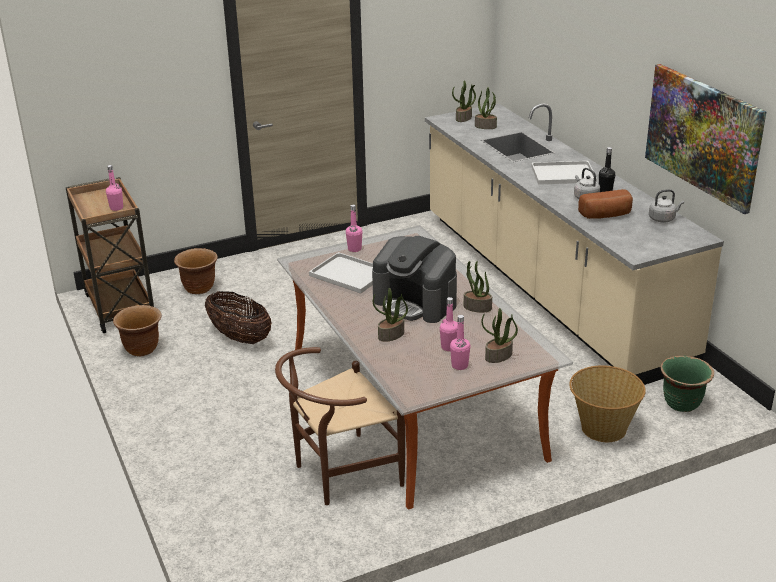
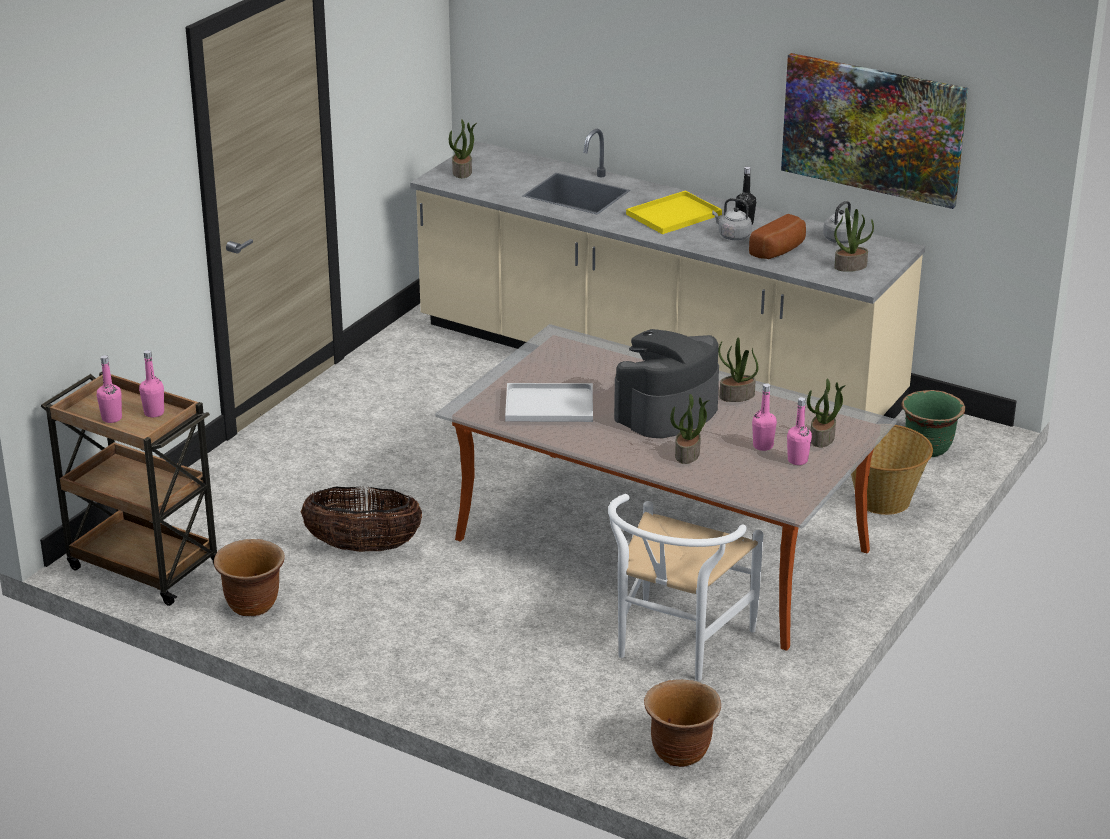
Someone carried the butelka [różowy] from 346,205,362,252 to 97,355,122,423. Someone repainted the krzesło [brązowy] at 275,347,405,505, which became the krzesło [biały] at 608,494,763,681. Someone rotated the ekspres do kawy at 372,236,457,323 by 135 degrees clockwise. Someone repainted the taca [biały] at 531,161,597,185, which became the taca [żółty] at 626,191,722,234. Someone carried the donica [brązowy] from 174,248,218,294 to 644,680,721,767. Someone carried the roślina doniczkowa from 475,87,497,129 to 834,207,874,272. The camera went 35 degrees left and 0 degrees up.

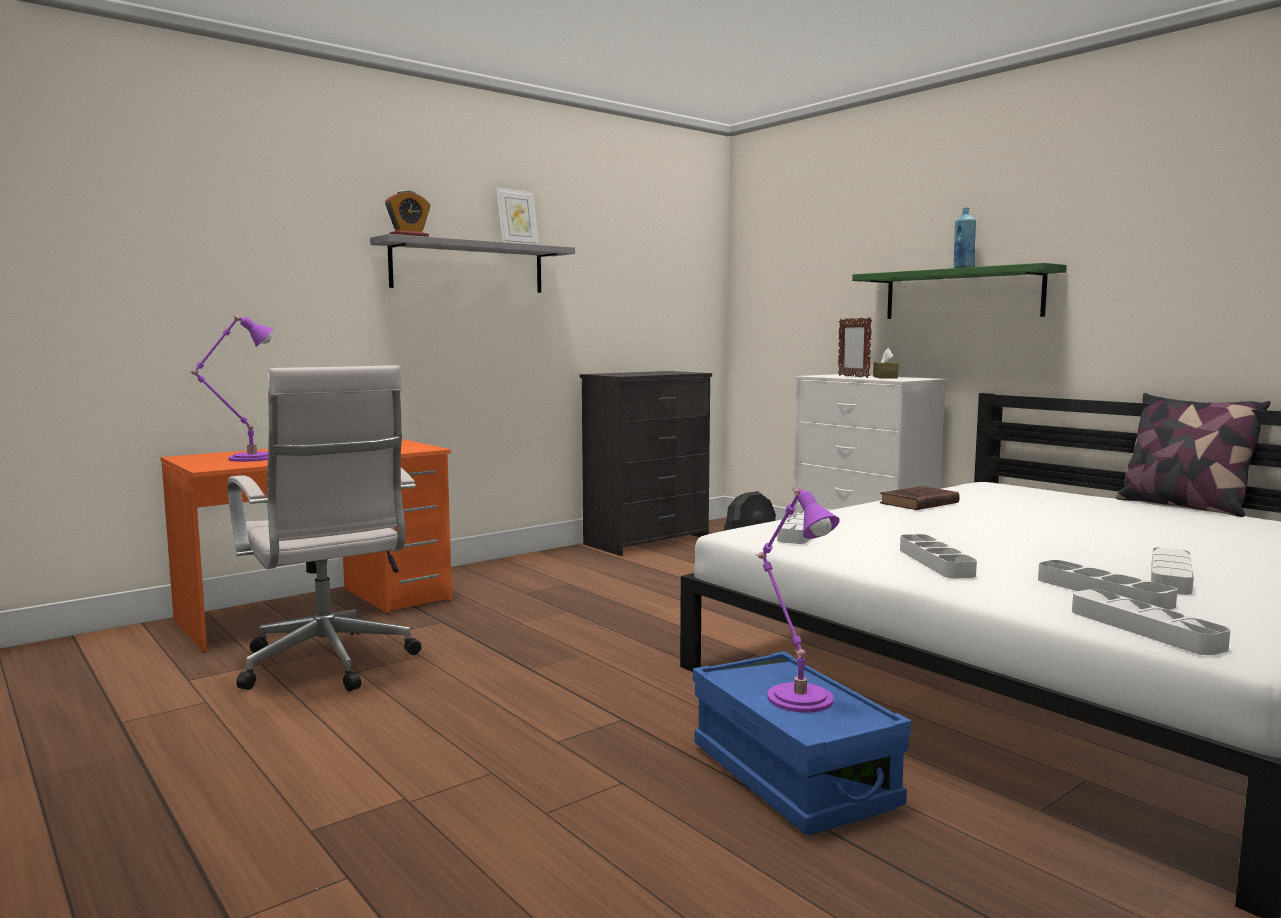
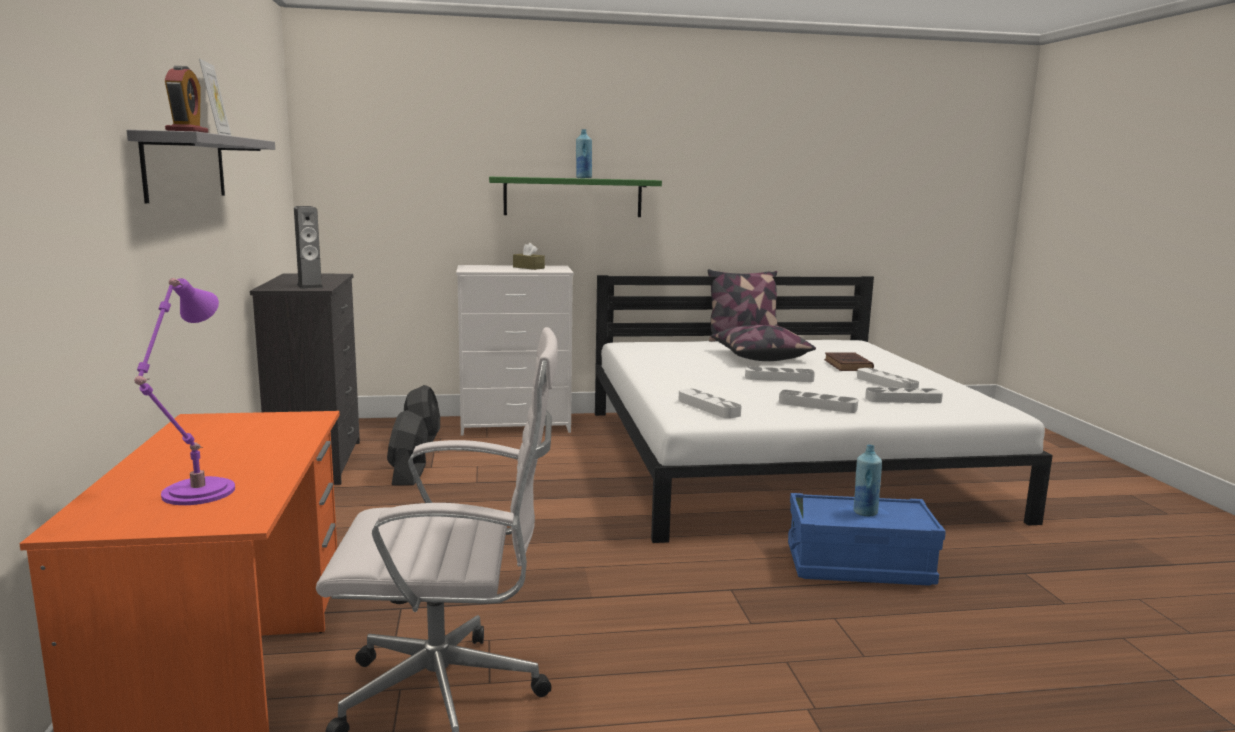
Someone put down the głośnik at 294,206,323,289. Someone put down the wentylator [czarny] at 387,410,428,485. Someone put down the poduszka at 711,325,816,361. Someone carried the taca [szary] from 1072,589,1230,655 to 745,367,815,382. Someone carried the książka [brązowy] from 880,486,960,510 to 824,352,874,371. Someone swapped the lampa stołowa [fioletowy] at 755,488,840,713 for the butelka [niebieski] at 854,444,882,516. Someone took away the ramka na zdjęcie at 838,317,872,378. The camera went 60 degrees left and 5 degrees up.

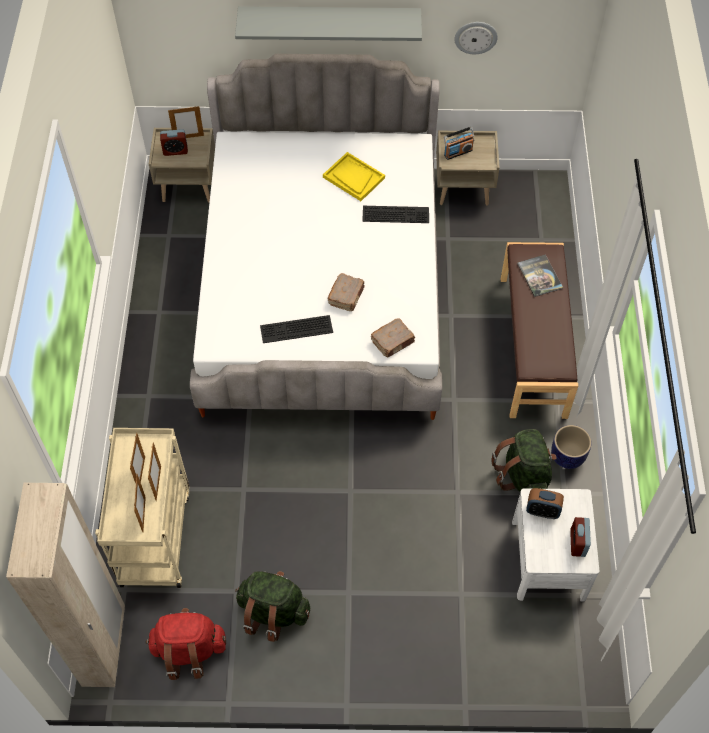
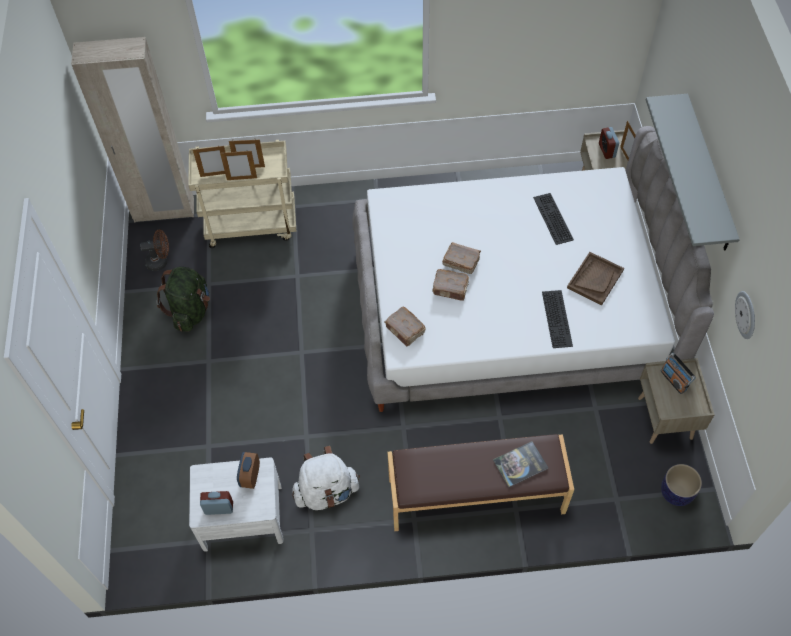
Someone swapped the plecak [czerwony] at 146,608,226,680 for the wentylator [brązowy] at 140,229,169,271. Someone repainted the plecak [zielony] at 491,429,557,492, which became the plecak [biały] at 292,446,360,510. Someone put down the książka [brązowy] at 442,242,481,274. Someone carried the klawiatura from 260,315,333,343 to 533,193,574,245. Someone repainted the taca [żółty] at 323,152,385,201, which became the taca [brązowy] at 567,252,624,305. Someone carried the donica from 551,425,592,469 to 661,464,702,506. The camera went 85 degrees right and 0 degrees up.

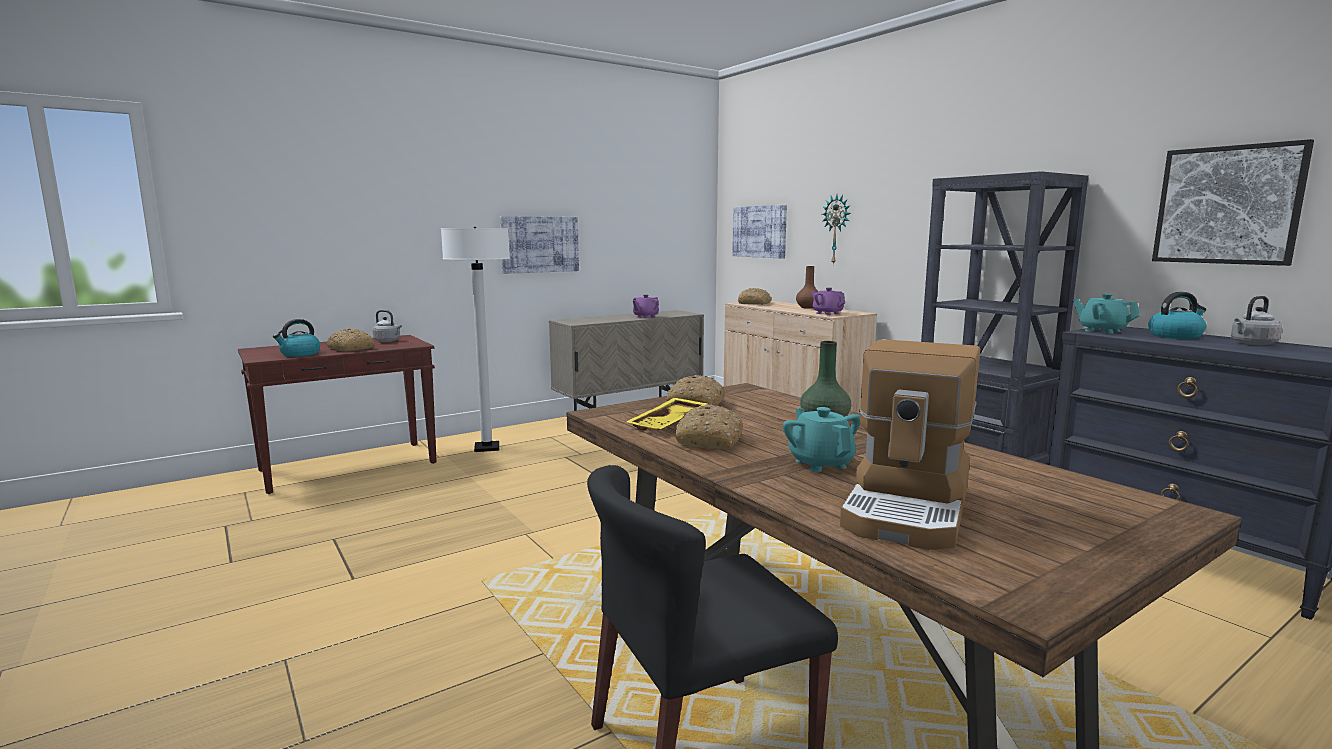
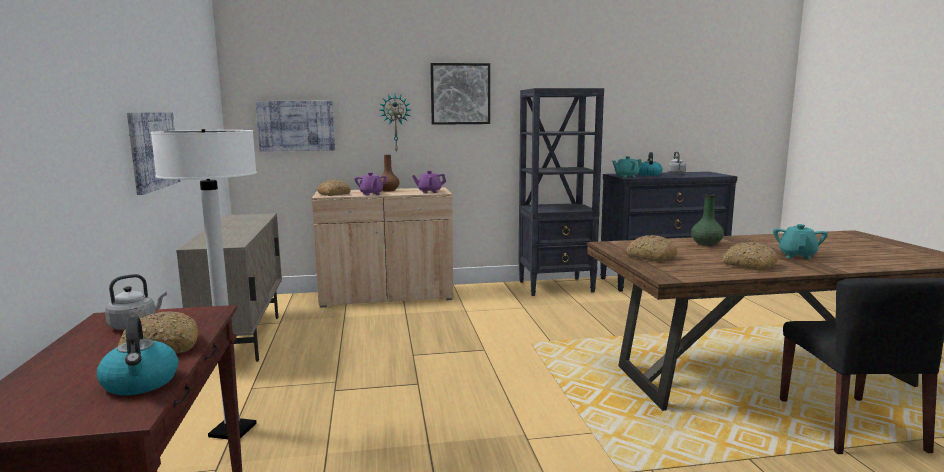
Someone carried the imbryk [fioletowy] from 633,294,659,318 to 354,172,387,196. Someone carried the obraz from 1152,139,1314,266 to 430,63,490,125. Someone rotated the imbryk [turkusowy] at 783,407,860,472 by 105 degrees clockwise. Someone took away the taca [żółty] at 627,398,707,430. Someone took away the ekspres do kawy at 840,339,980,550. The camera went 65 degrees left and 0 degrees up.

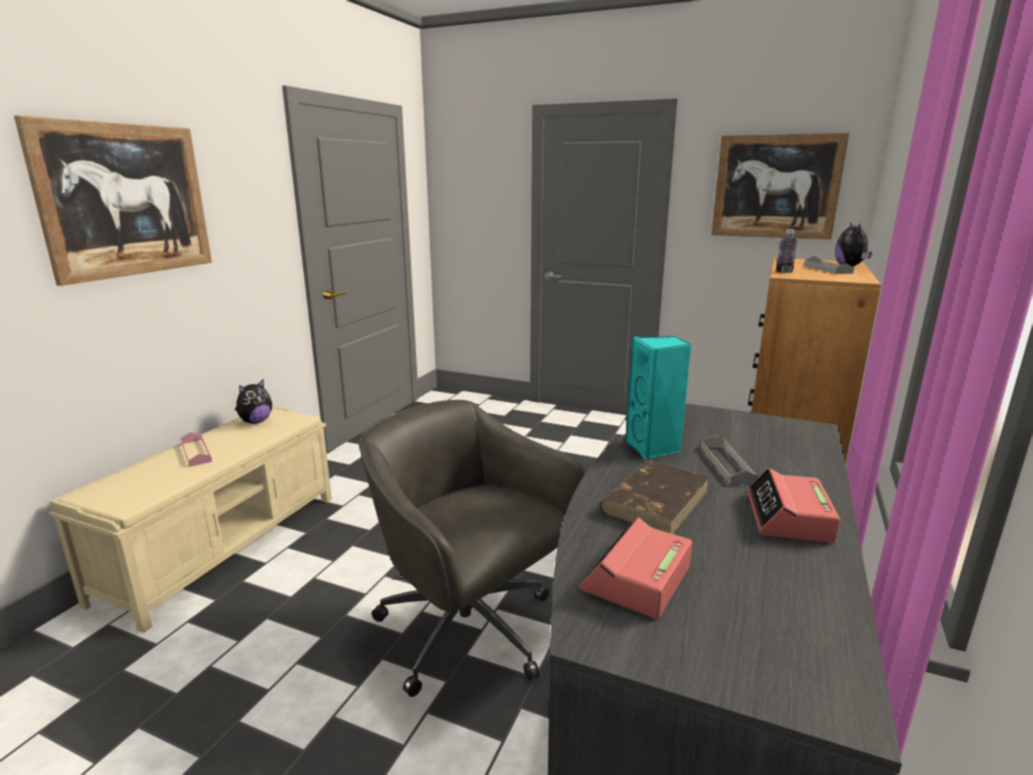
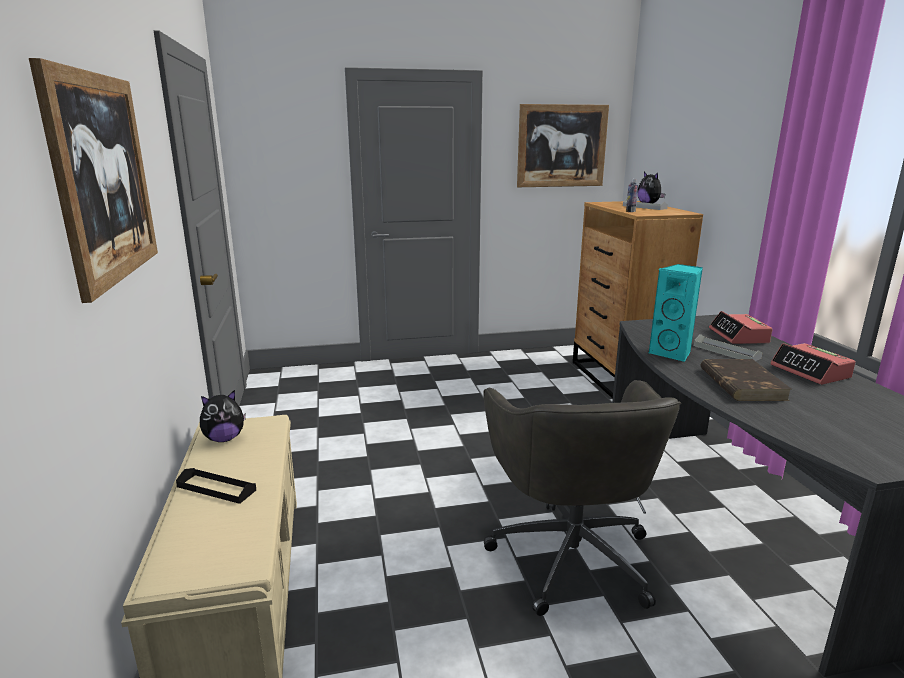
Someone repainted the taca [różowy] at 180,432,212,467, which became the taca [czarny] at 176,468,256,504. Someone rotated the pluszak at 235,379,272,424 by 60 degrees clockwise. Someone rotated the krzesło biurowe [szary] at 359,400,584,697 by 105 degrees counterclockwise. Someone carried the budzik from 580,517,692,619 to 709,311,773,344. The camera went 35 degrees left and 0 degrees up.

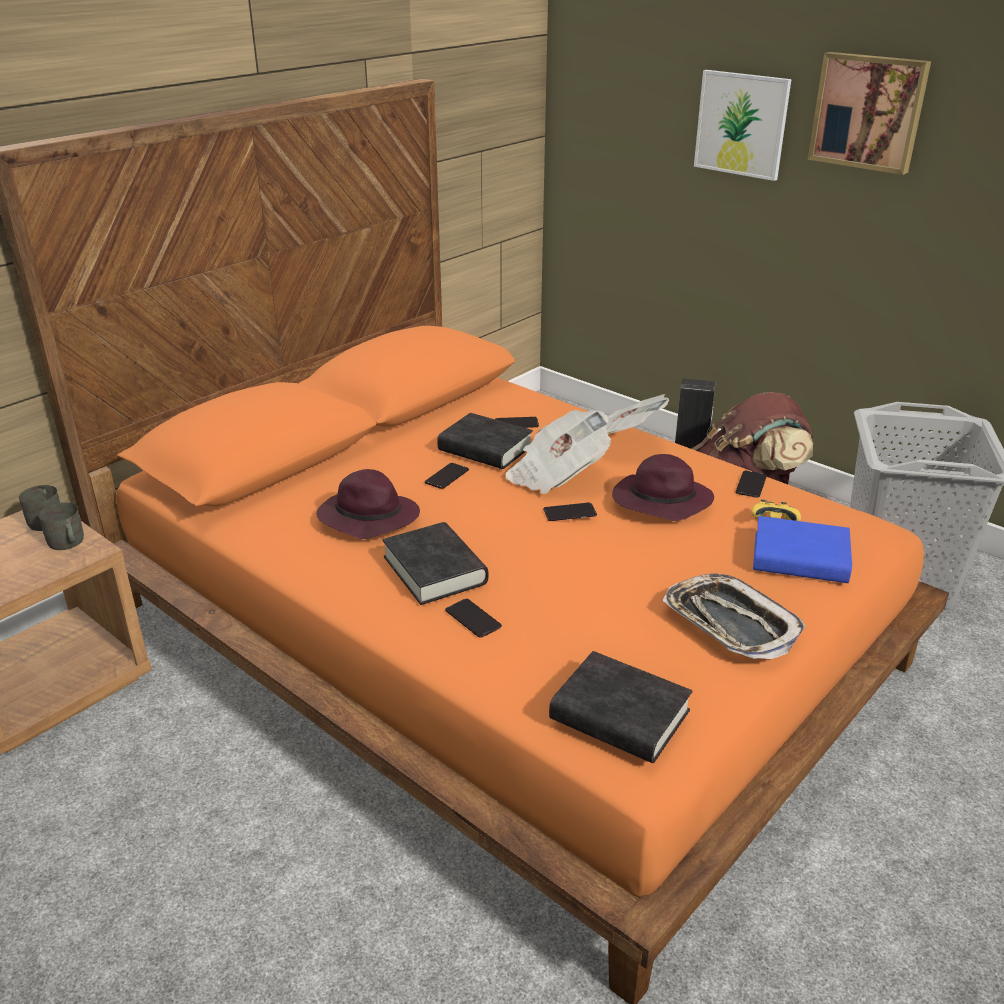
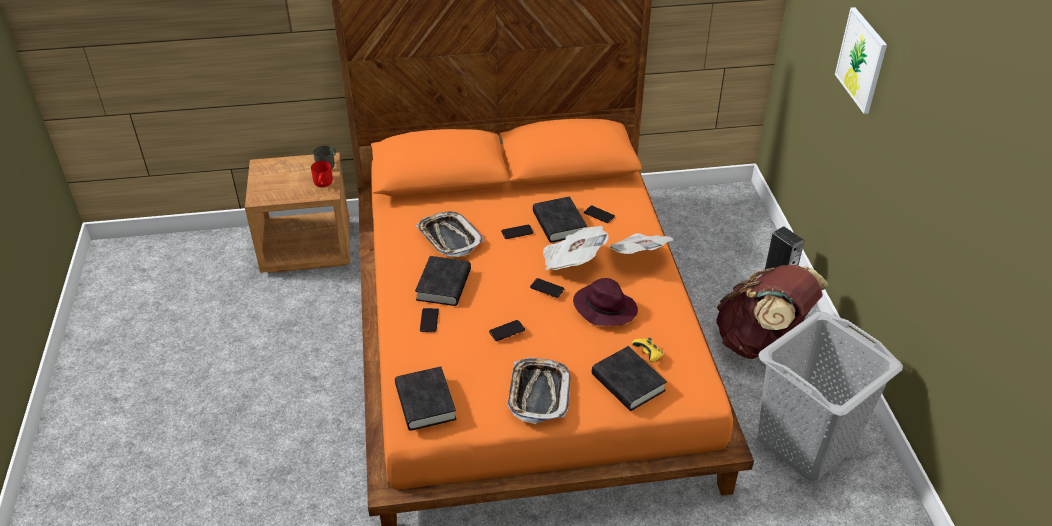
Someone repainted the kubek [szary] at 38,503,84,550, which became the kubek [czerwony] at 311,161,333,187. Someone swapped the kapelusz [fioletowy] at 316,469,420,539 for the taca at 416,211,484,257. Someone carried the telefon from 735,471,767,497 to 489,320,525,341. Someone repainted the książka [niebieski] at 753,516,852,583, which became the książka [czarny] at 592,346,667,411. Someone took away the obraz at 808,52,931,175. The camera went 40 degrees right and 10 degrees up.

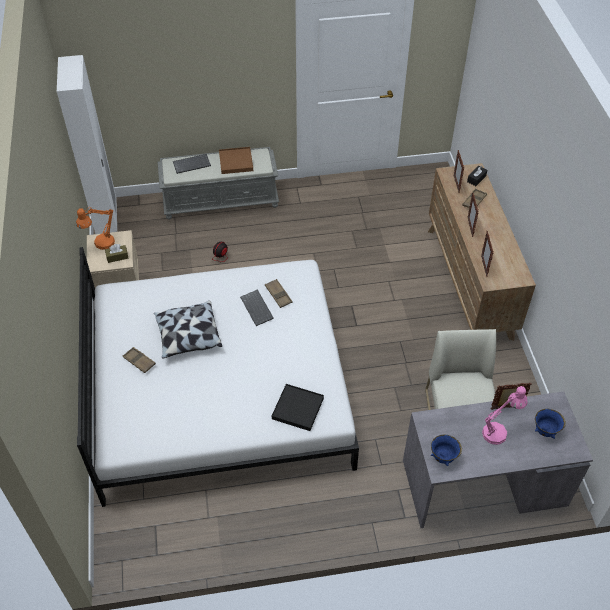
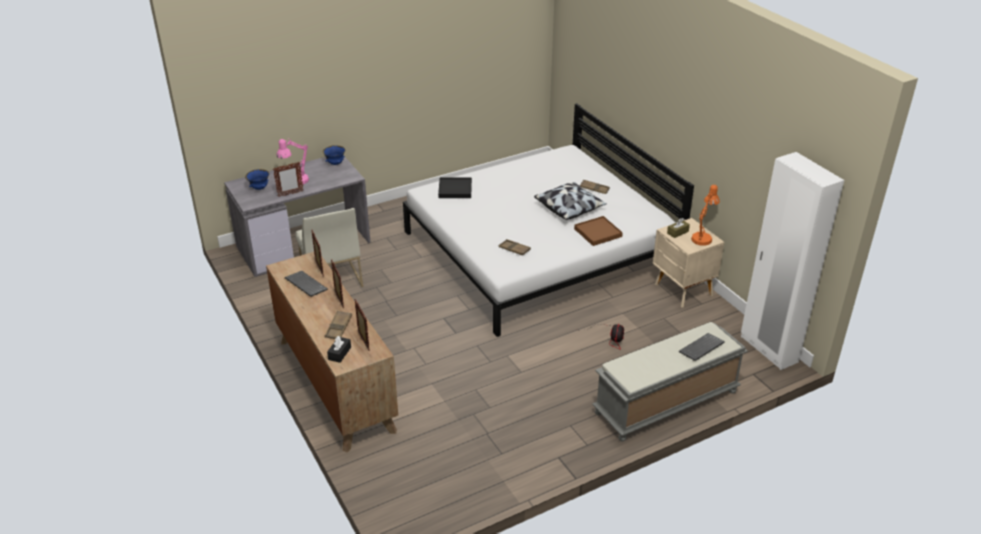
Someone carried the klawiatura from 240,289,274,326 to 285,271,328,297. Someone carried the taca [brązowy] from 219,147,253,174 to 574,216,623,246. The camera went 160 degrees right and 15 degrees down.

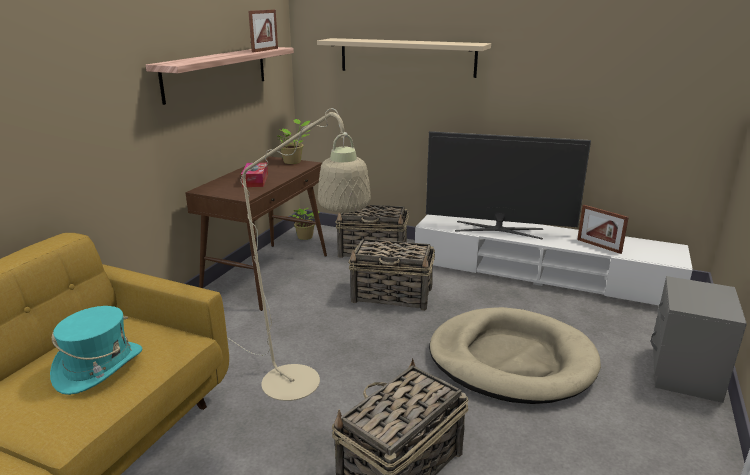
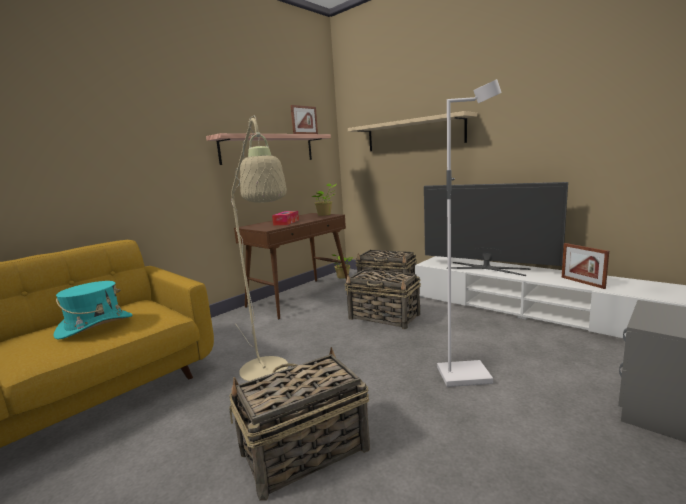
Someone swapped the legowisko [beżowy] at 429,307,601,404 for the lampa stojąca [biały] at 437,79,502,387. The camera went 20 degrees right and 10 degrees down.

